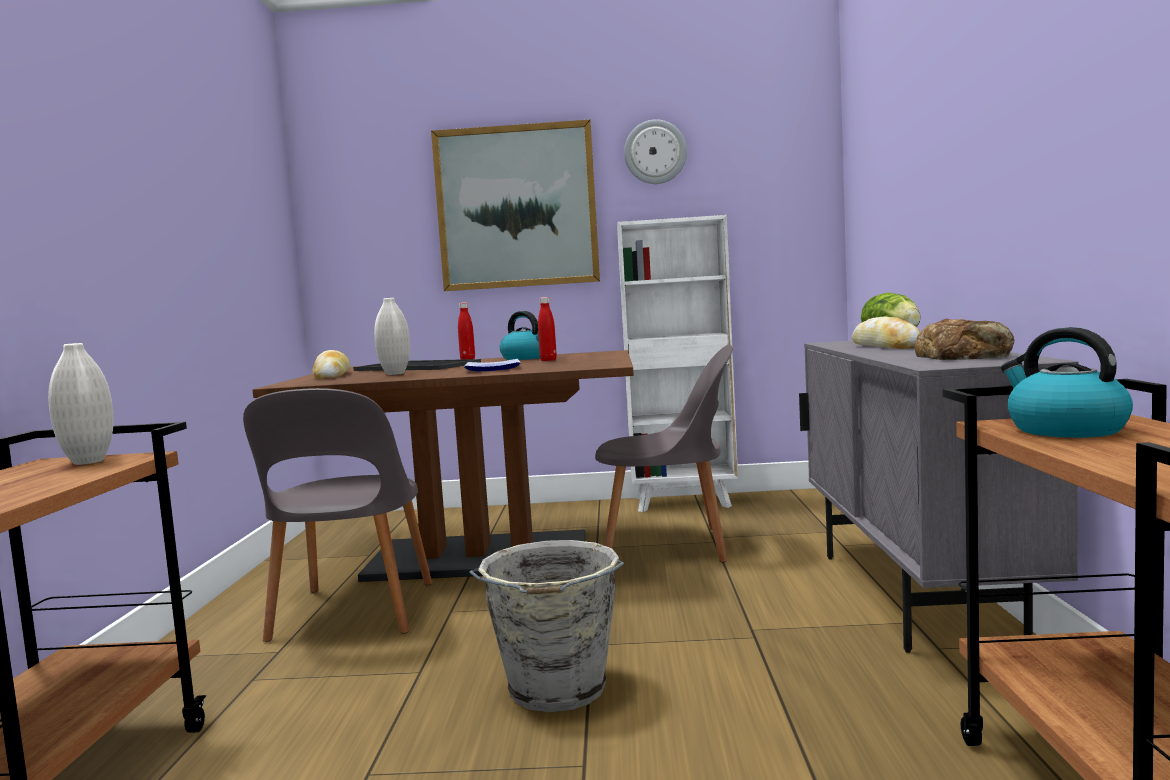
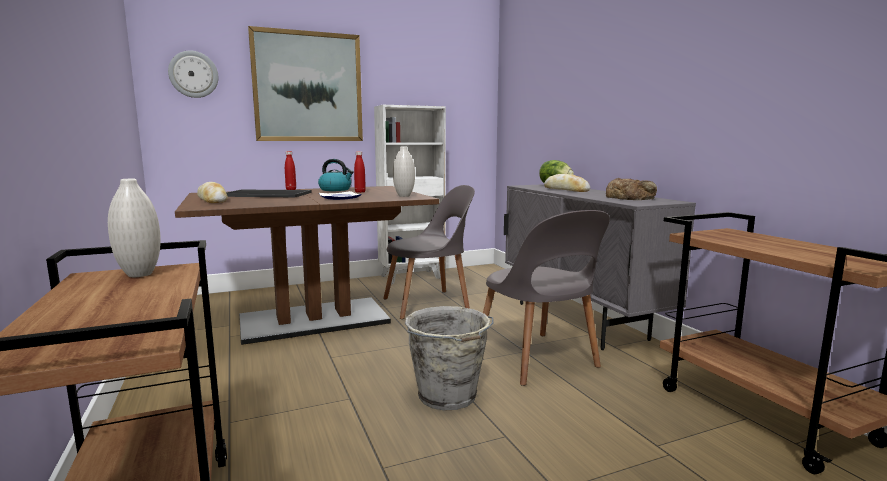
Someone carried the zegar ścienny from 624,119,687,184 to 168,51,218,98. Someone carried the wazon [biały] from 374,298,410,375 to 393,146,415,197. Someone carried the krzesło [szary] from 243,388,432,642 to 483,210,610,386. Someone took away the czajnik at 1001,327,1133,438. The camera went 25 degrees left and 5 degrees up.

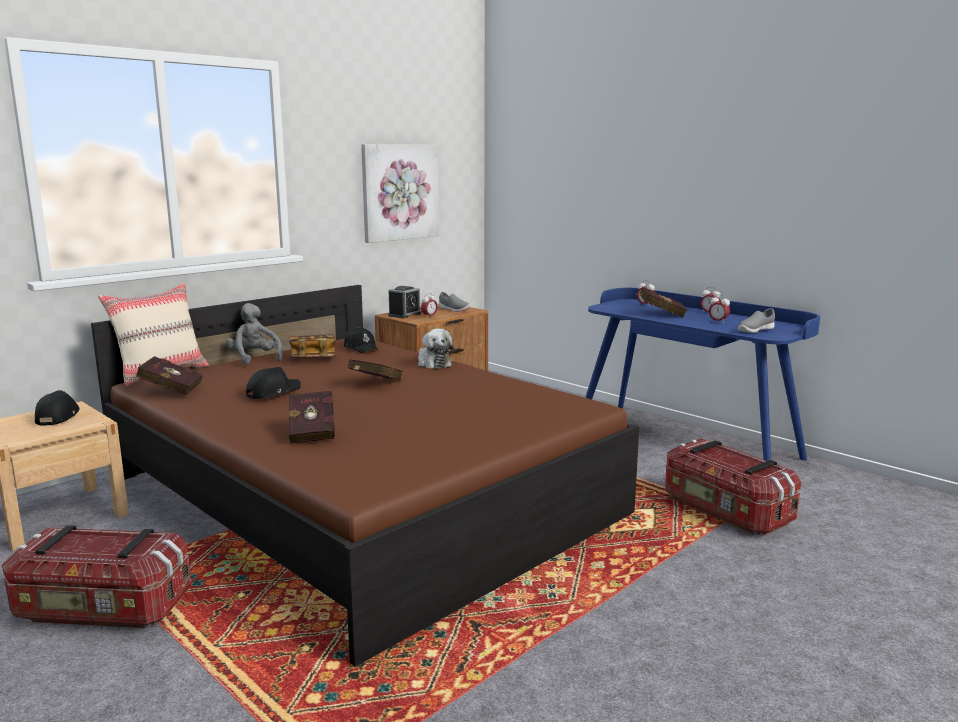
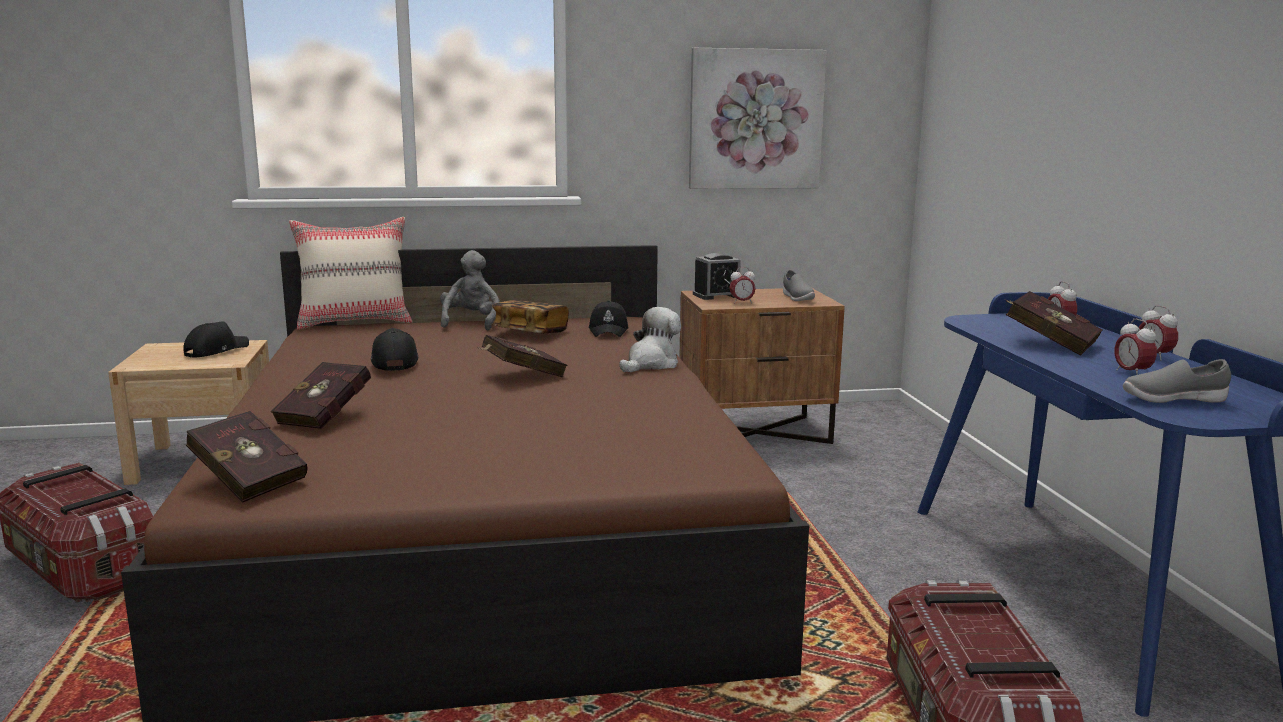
Someone carried the książka [czerwony] from 136,356,203,396 to 186,411,308,503. Someone rotated the czapka z daszkiem [czarny] at 246,367,301,399 by 90 degrees counterclockwise. Someone rotated the pluszak at 418,329,454,369 by 150 degrees counterclockwise. The camera went 35 degrees right and 0 degrees up.

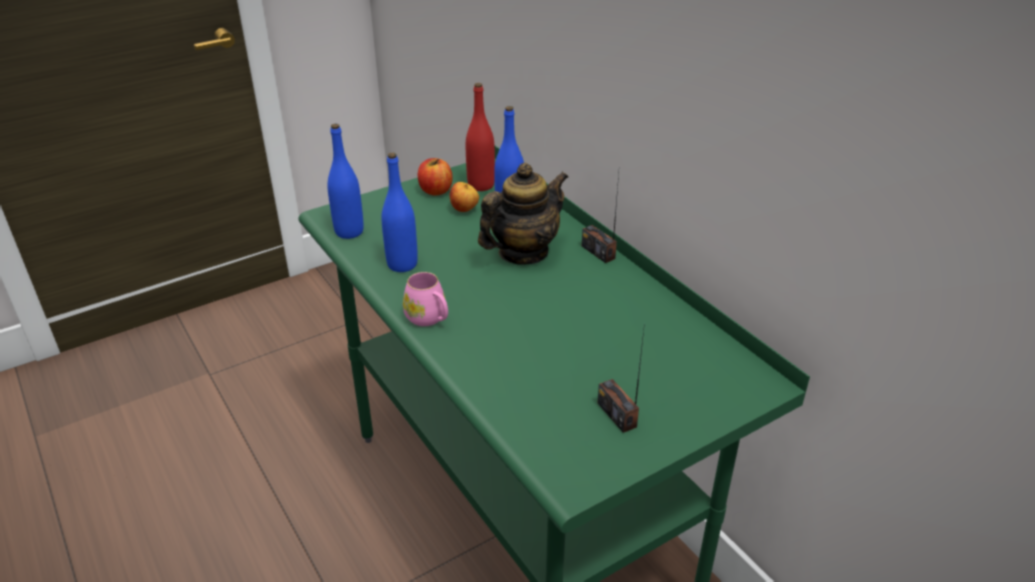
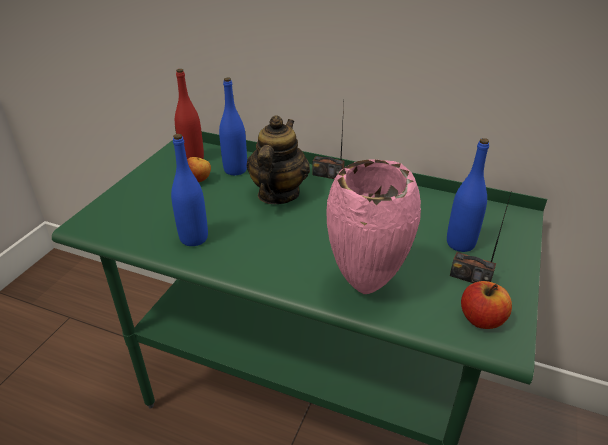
Someone put down the wazon [różowy] at 326,160,421,294. Someone carried the butelka [niebieski] from 327,124,364,239 to 447,138,489,252. Someone carried the jabłko from 418,158,453,196 to 461,281,512,329. Someone took away the kubek [różowy] at 403,272,448,326. The camera went 35 degrees left and 0 degrees up.

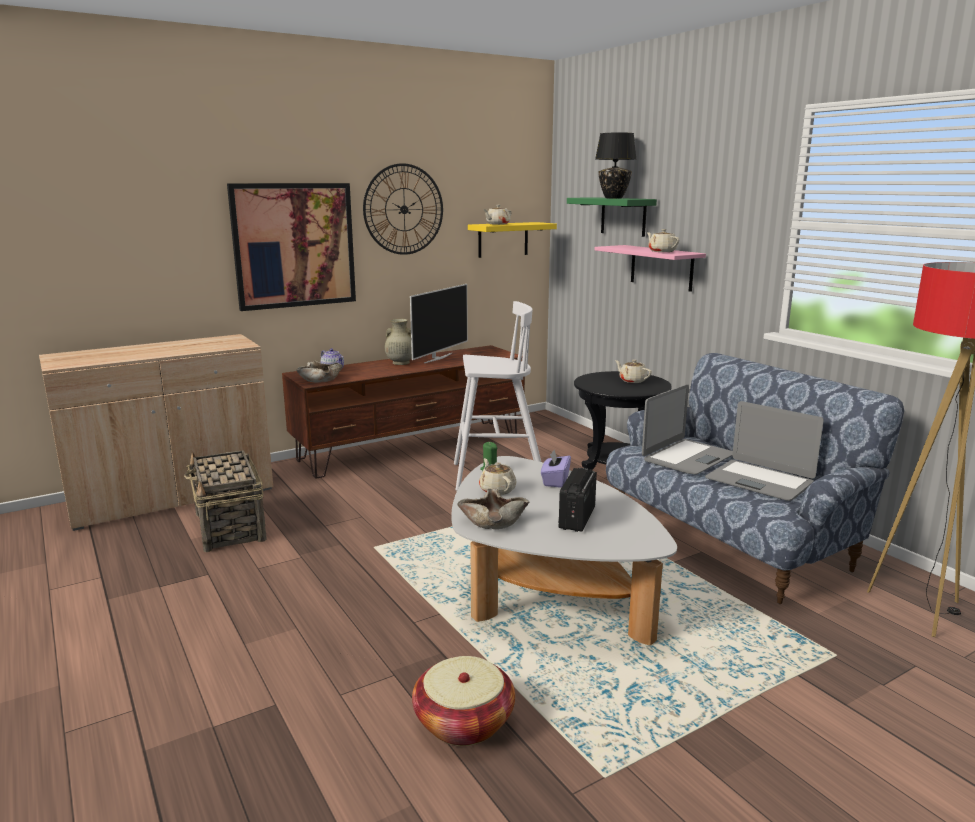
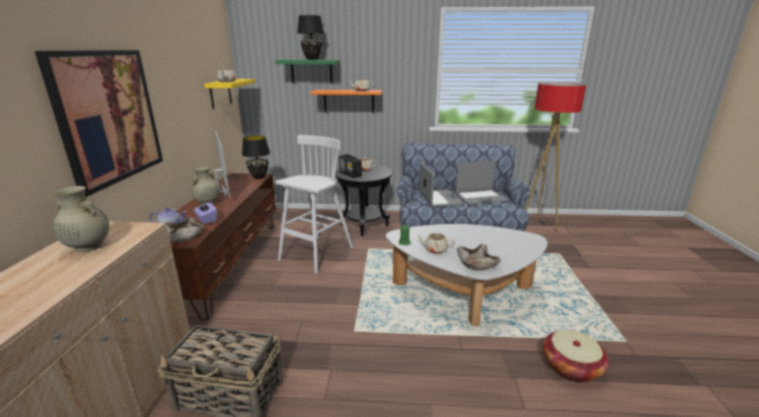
Someone put down the wazon [beżowy] at 53,186,109,252. Someone carried the pudełko chusteczek [fioletowy] from 541,450,571,488 to 193,202,217,224. Someone put down the lampa stołowa [czarny] at 242,136,270,179. Someone repainted the półka [różowy] at 595,245,706,292, which became the półka [pomarańczowy] at 310,90,382,113. Someone carried the radio from 558,468,597,532 to 339,154,362,178. Someone took away the zegar ścienny at 363,163,443,255. The camera went 55 degrees left and 5 degrees up.

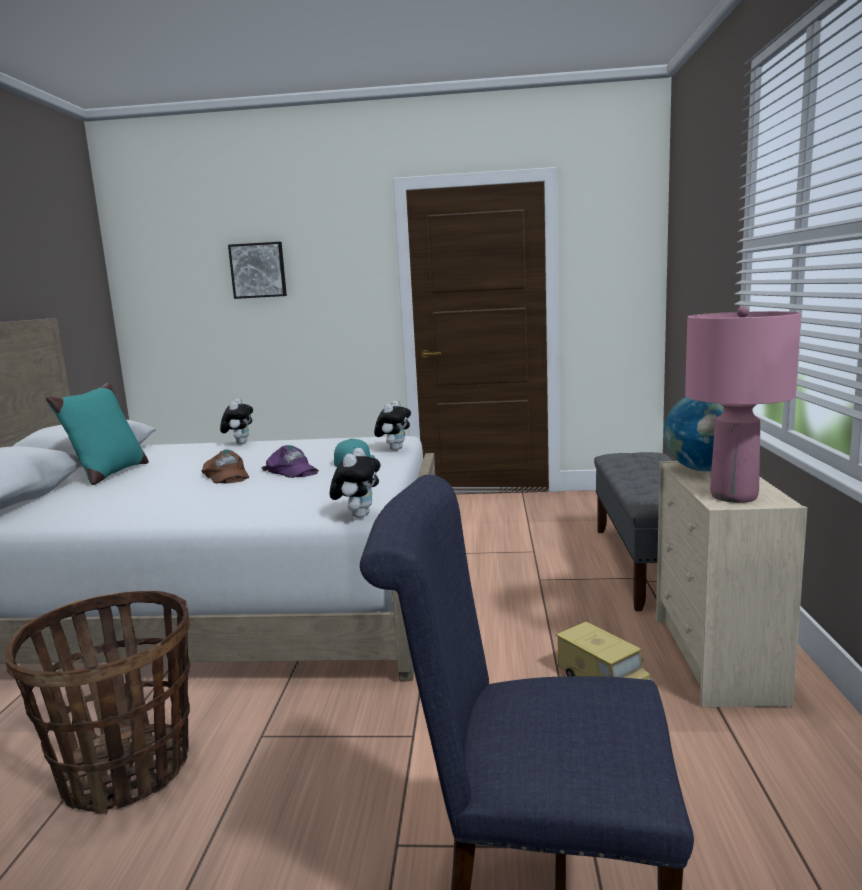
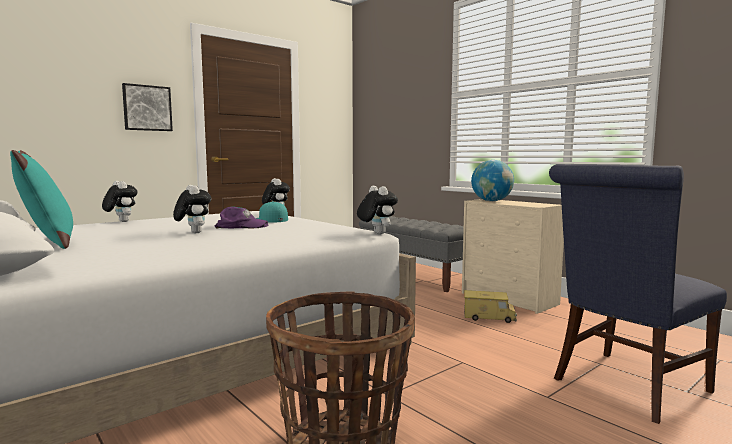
Someone carried the obraz from 228,242,287,299 to 122,83,173,131. Someone swapped the czapka z daszkiem [brązowy] at 201,450,249,484 for the pluszak at 173,185,211,233. Someone took away the lampa stołowa [różowy] at 685,306,801,503. The camera went 45 degrees left and 5 degrees down.

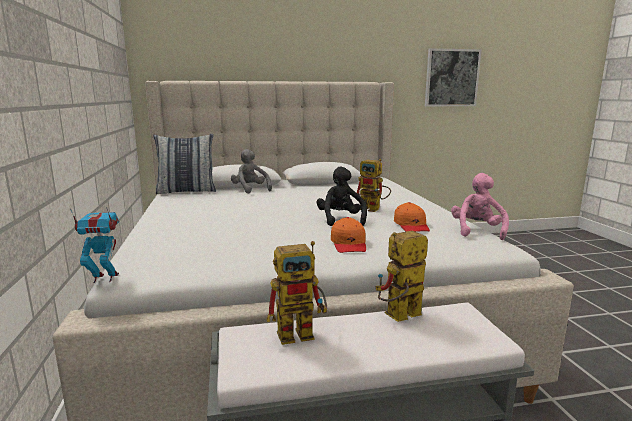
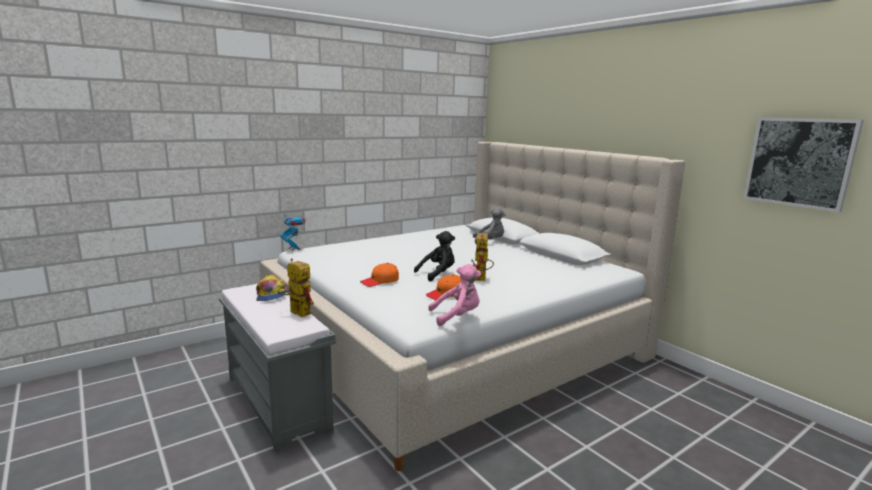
Someone swapped the robot zabawkowy at 266,241,327,345 for the czapka z daszkiem at 256,275,287,301. Someone rotated the pluszak [szary] at 231,149,272,193 by 60 degrees clockwise. Someone took away the poduszka at 153,134,216,194. The camera went 65 degrees right and 0 degrees up.

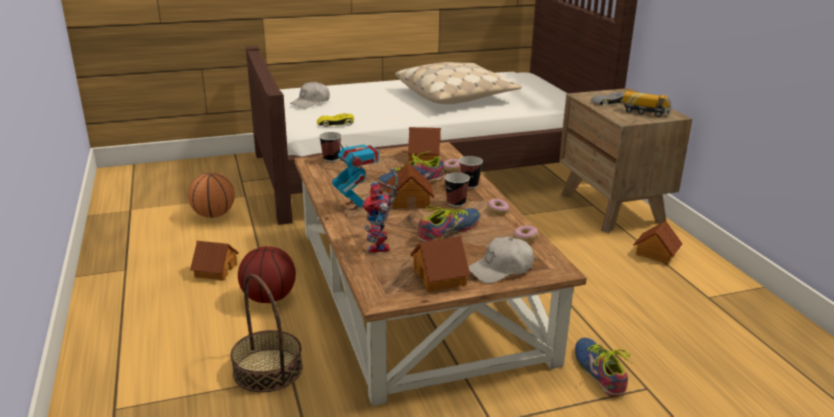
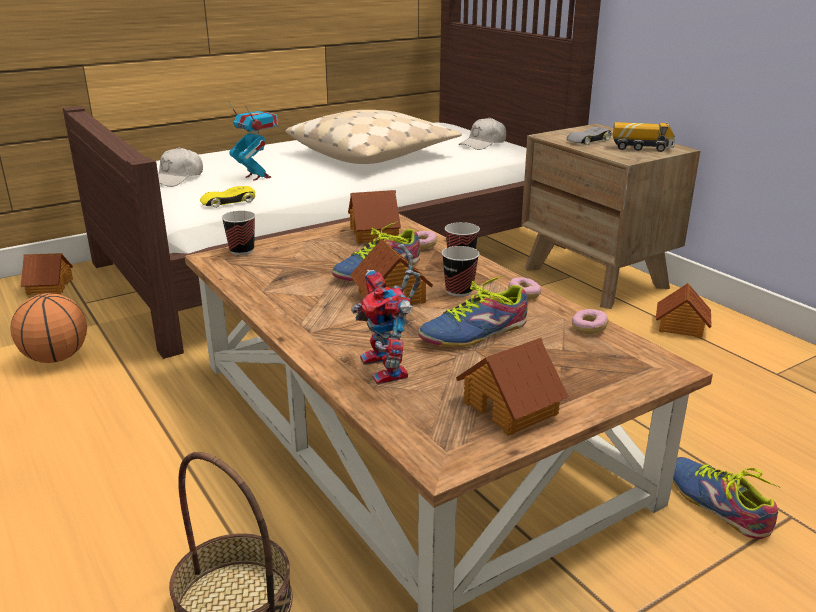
Someone carried the domek from 190,241,239,281 to 21,253,73,295. Someone carried the robot zabawkowy from 332,136,380,210 to 228,101,278,181. Someone rotated the but at 418,205,480,242 by 150 degrees counterclockwise. Someone carried the czapka z daszkiem [biały] from 468,237,534,284 to 459,117,506,150. Someone took away the piłka do koszykówki at 238,246,296,303. The camera went 15 degrees left and 0 degrees up.

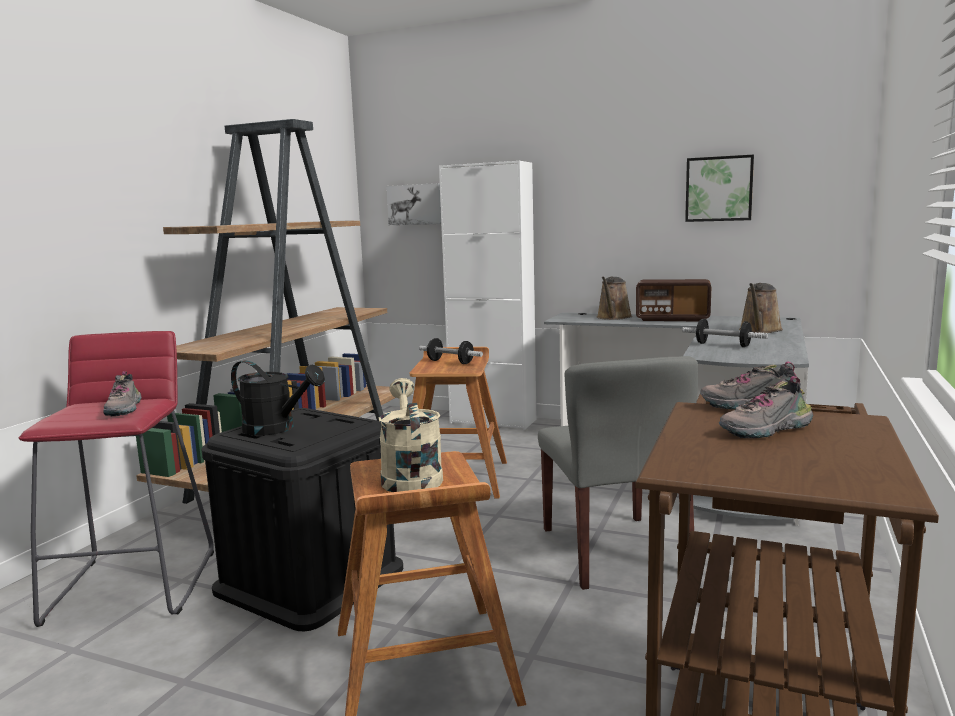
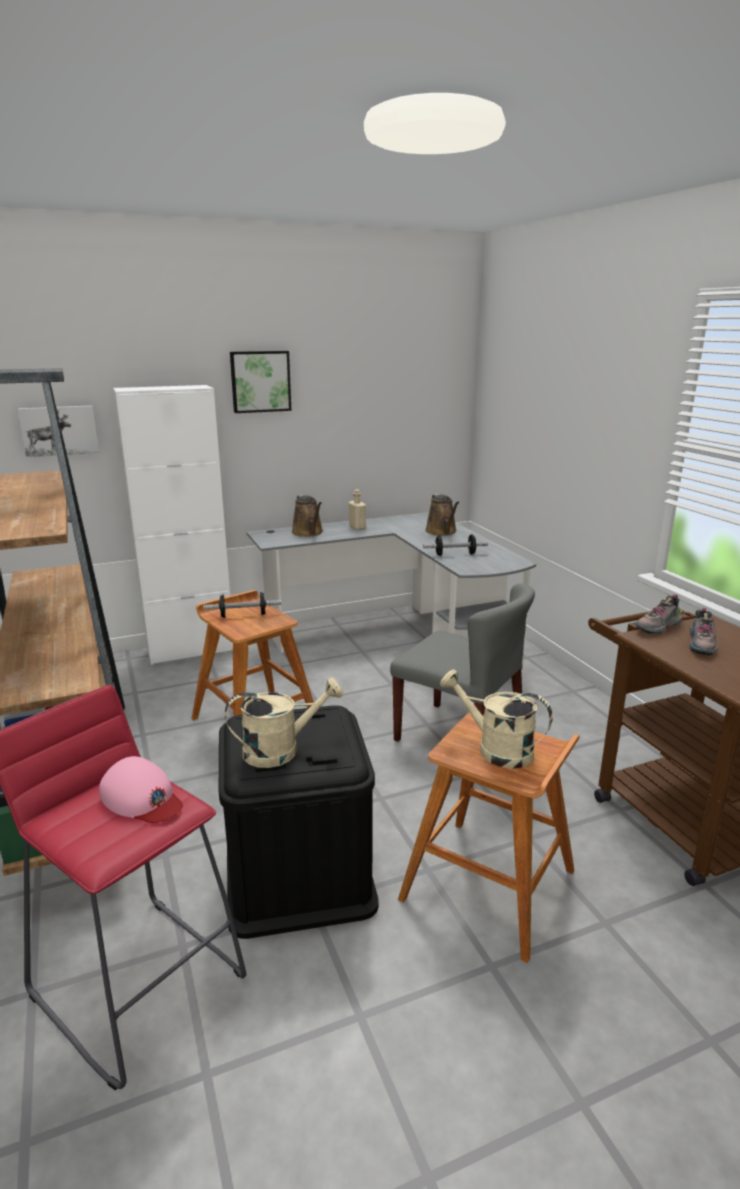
Someone swapped the but at 103,371,142,416 for the czapka z daszkiem [różowy] at 99,756,183,823. Someone repainted the konewka [czarny] at 231,360,325,436, which became the konewka [beżowy] at 225,677,343,768. Someone carried the obraz from 685,155,754,222 to 230,351,291,413. Someone swapped the radio at 636,279,711,322 for the butelka [beżowy] at 349,490,366,530. The camera went 45 degrees left and 10 degrees up.

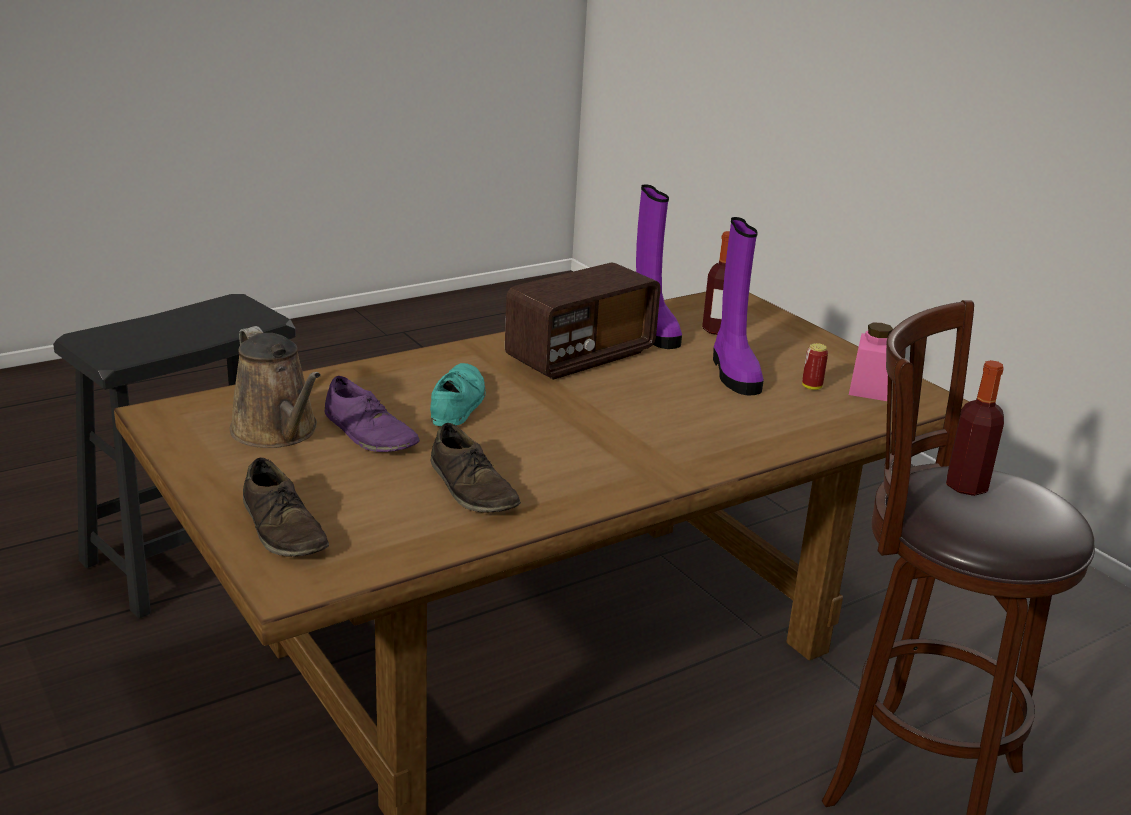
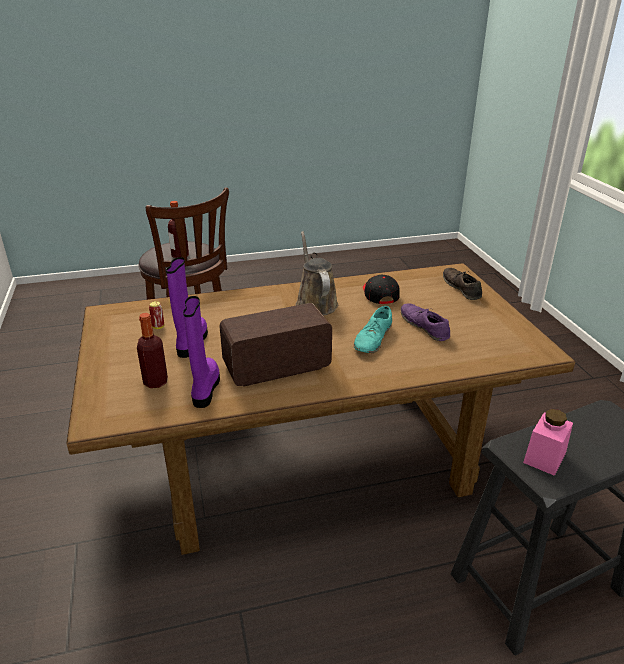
Someone carried the konewka [brązowy] from 229,326,321,448 to 296,231,338,316. Someone swapped the but [brązowy] at 431,423,521,512 for the czapka z daszkiem [czarny] at 363,275,400,304. Someone carried the słoik [różowy] from 849,323,893,401 to 523,409,573,476. The camera went 160 degrees left and 5 degrees up.

